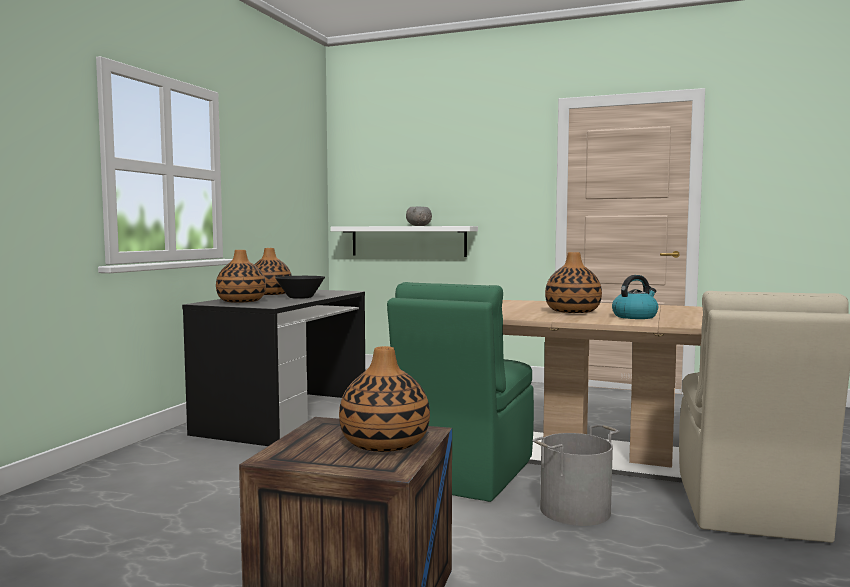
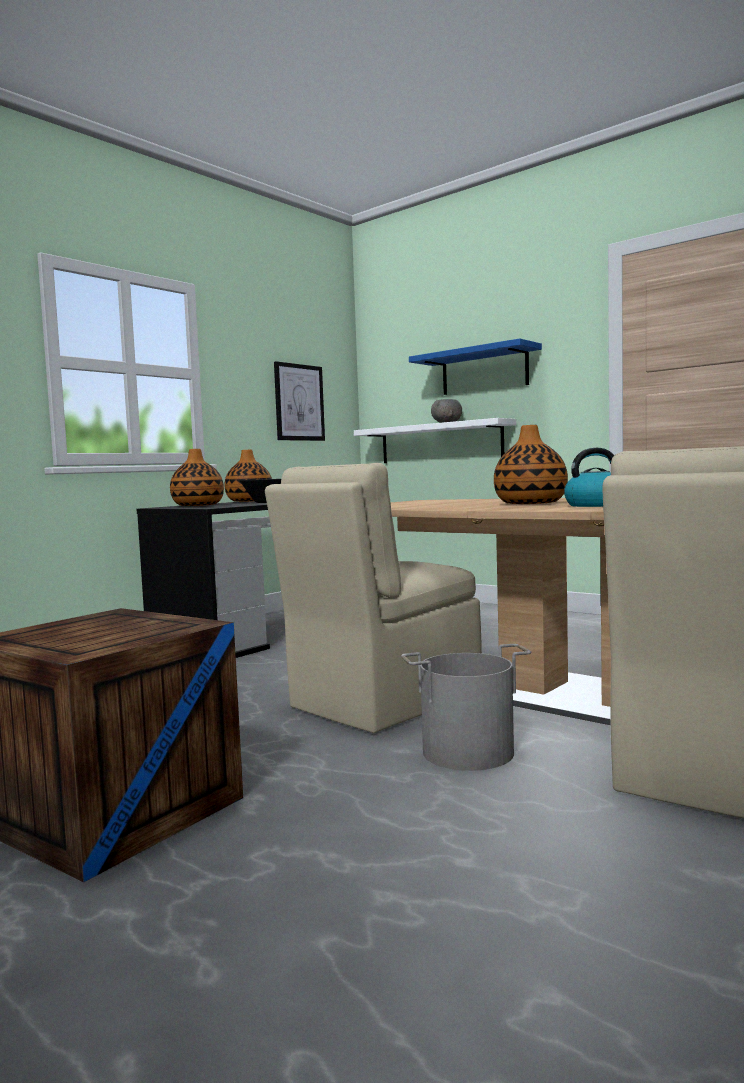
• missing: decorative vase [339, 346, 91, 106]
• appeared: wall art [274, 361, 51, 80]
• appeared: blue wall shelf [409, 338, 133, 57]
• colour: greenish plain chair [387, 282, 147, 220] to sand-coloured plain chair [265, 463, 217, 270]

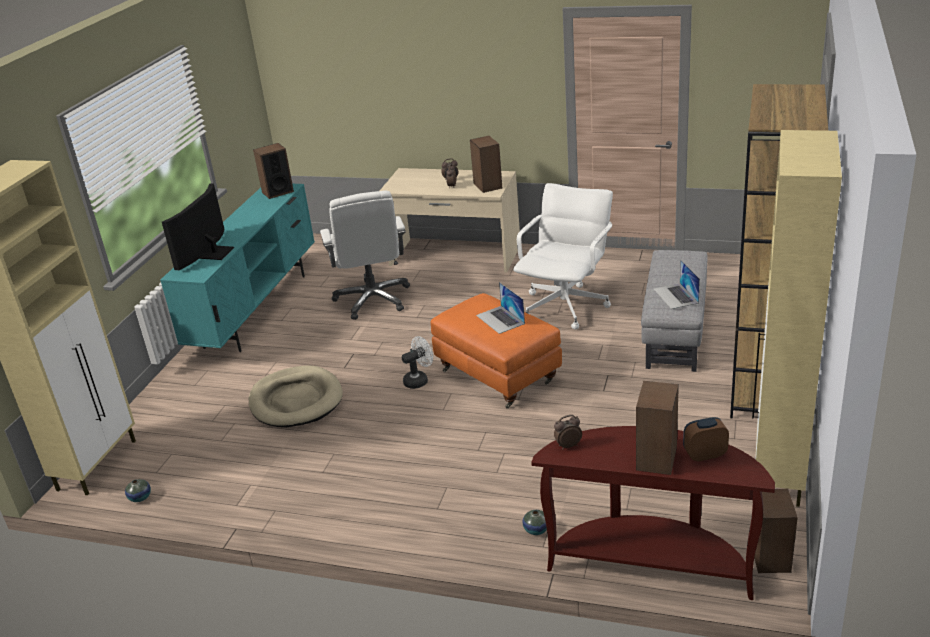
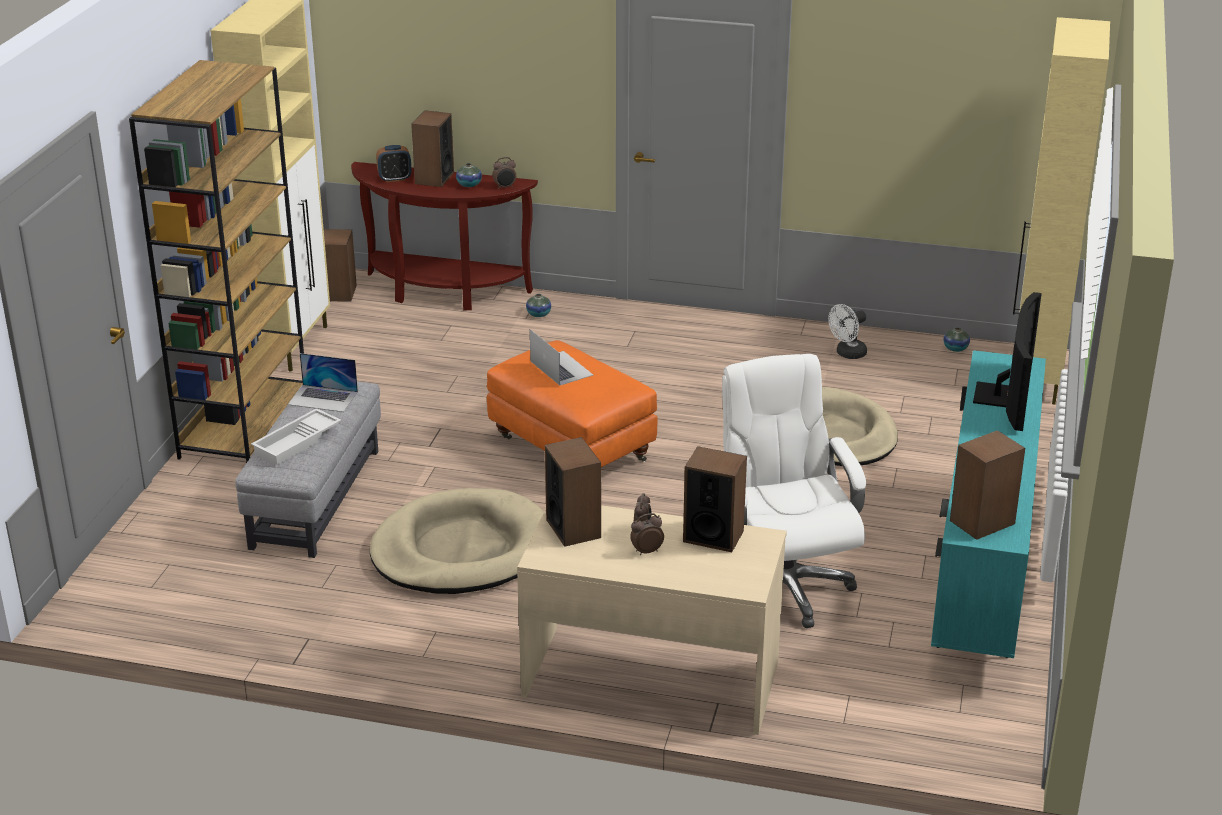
• appeared: white carrying tray [251, 408, 90, 57]
• appeared: decorative vase [456, 163, 26, 24]
• appeared: audio speaker [683, 446, 64, 106]
• relocated: white fan [402, 336, 31, 53] to [828, 304, 39, 55]
• exchanged: white desk chair [513, 183, 100, 147] to sand-coloured dog cushion [370, 488, 174, 106]
• spun: portable computer [654, 260, 46, 49] = [288, 353, 70, 59] 120 degrees clockwise

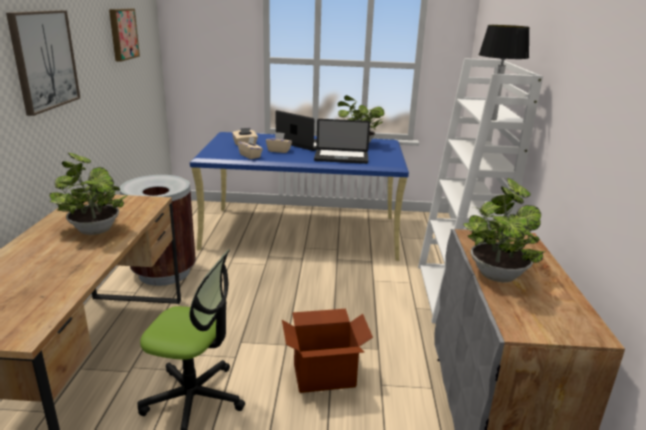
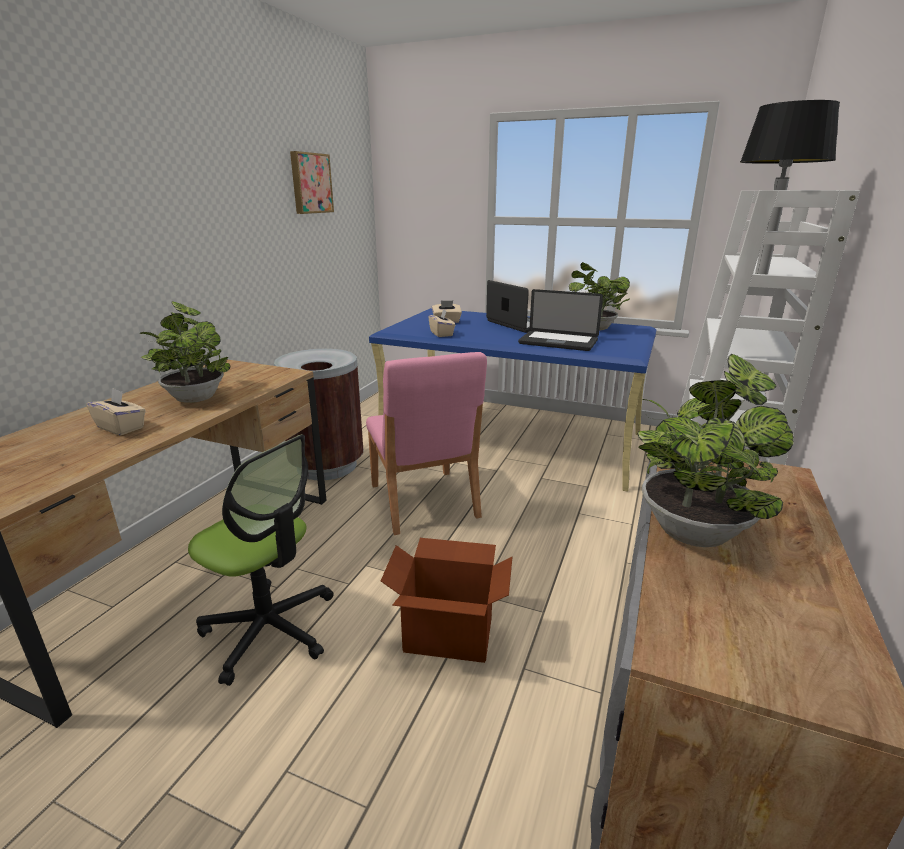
• missing: wall art [6, 10, 74, 106]
• appeared: pinkish plain chair [366, 352, 121, 183]
• relocated: sand-coloured tissue box [266, 132, 26, 21] to [86, 388, 60, 47]

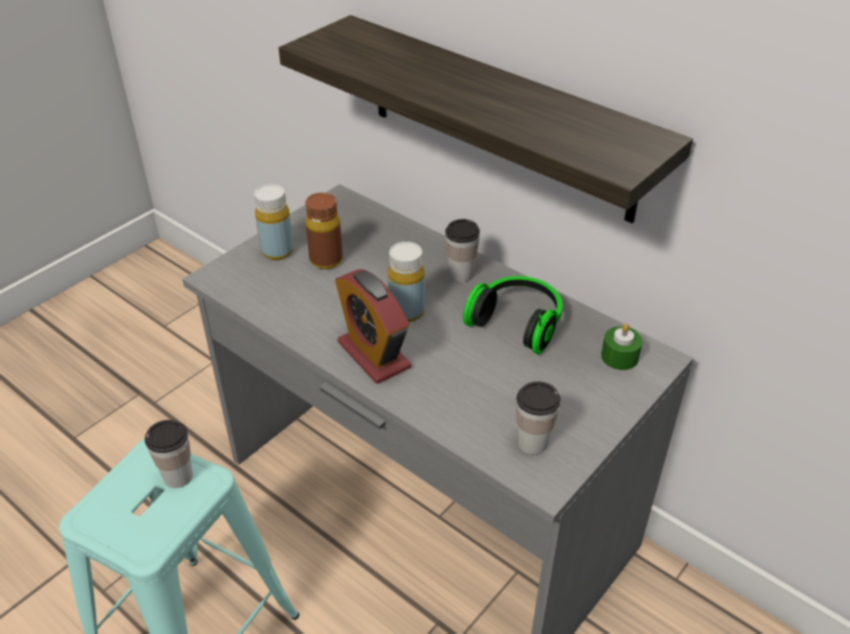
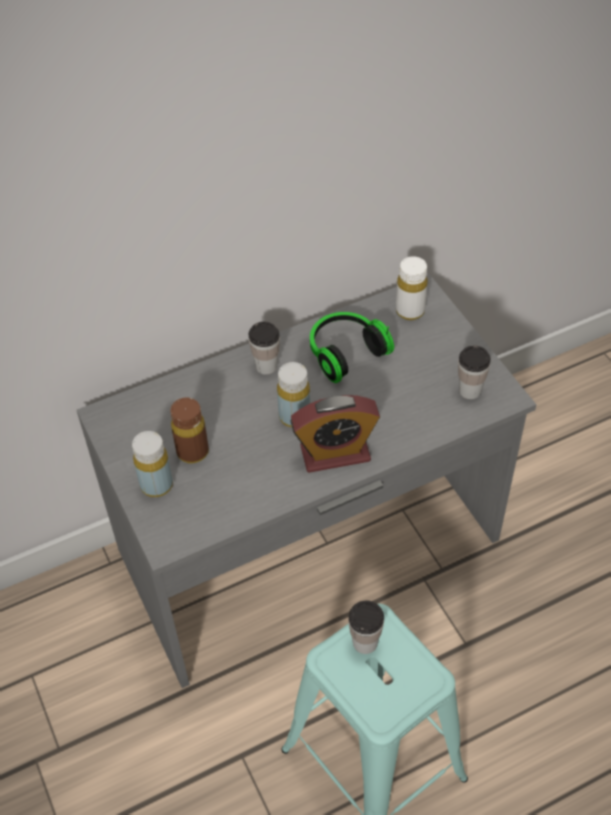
• missing: wall shelf [279, 15, 414, 208]
• exchanged: greenish candle [601, 323, 42, 47] to white bottle [396, 256, 32, 64]

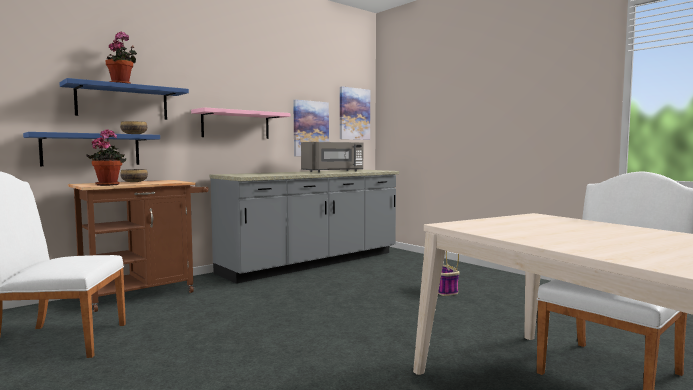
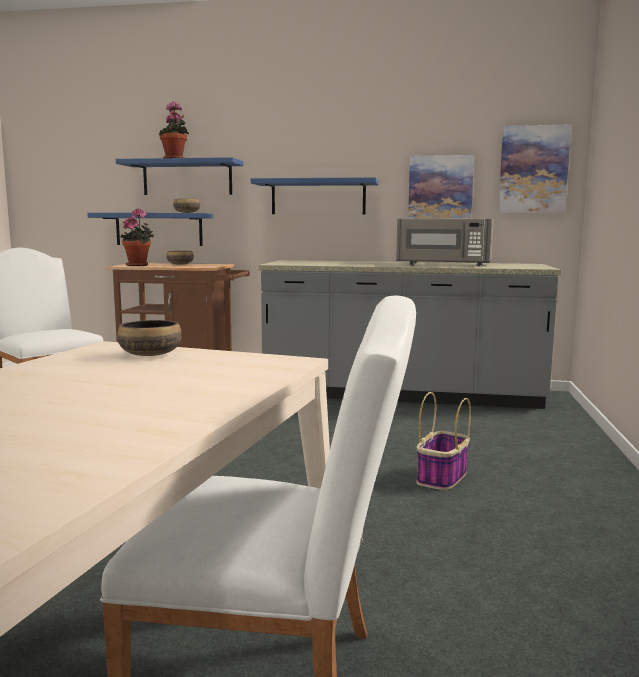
• appeared: deep dish [117, 320, 65, 36]
• colour: pinkish wall shelf [191, 107, 99, 32] to blue wall shelf [251, 177, 128, 38]

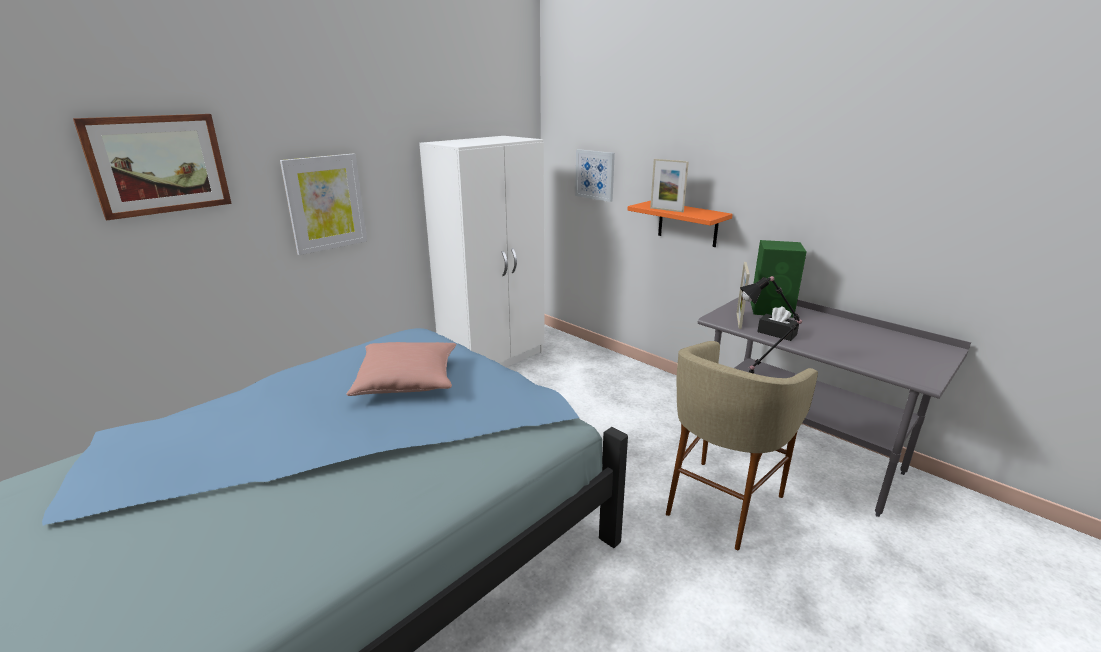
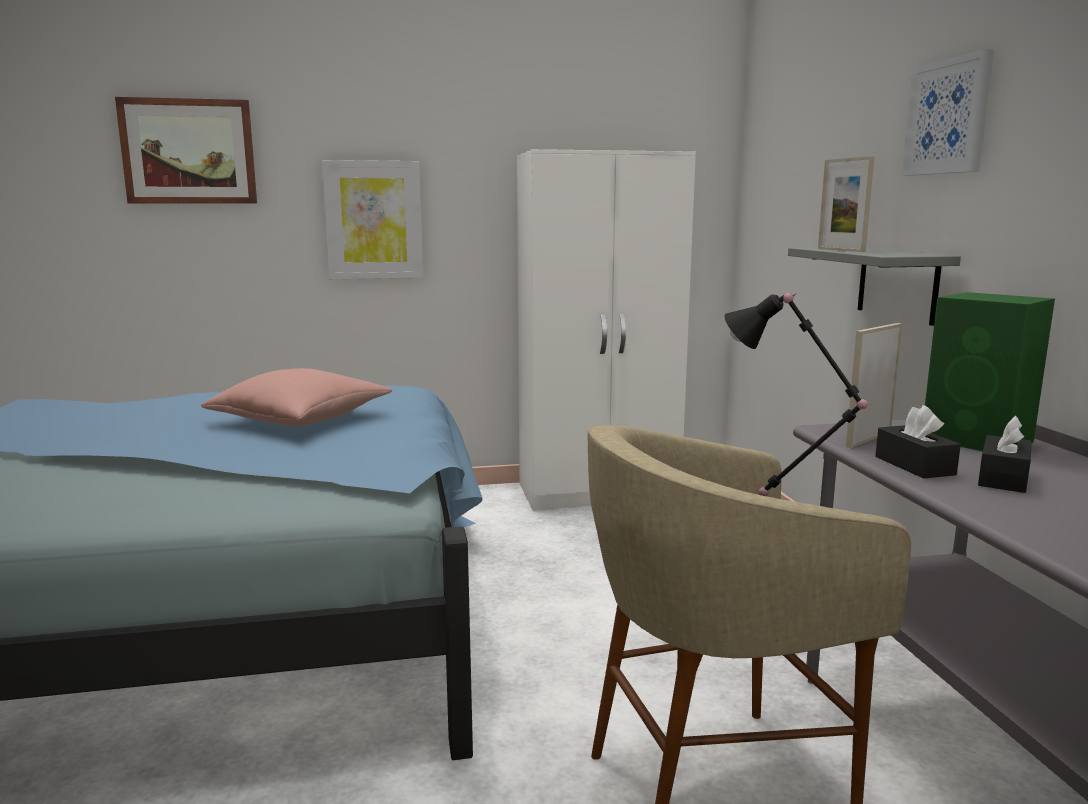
• appeared: blackish tissue box [978, 416, 53, 77]
• relocated: wall art [575, 149, 40, 53] to [901, 49, 93, 127]
• colour: orange-coloured wall shelf [628, 201, 105, 46] to grey wall shelf [788, 247, 173, 79]

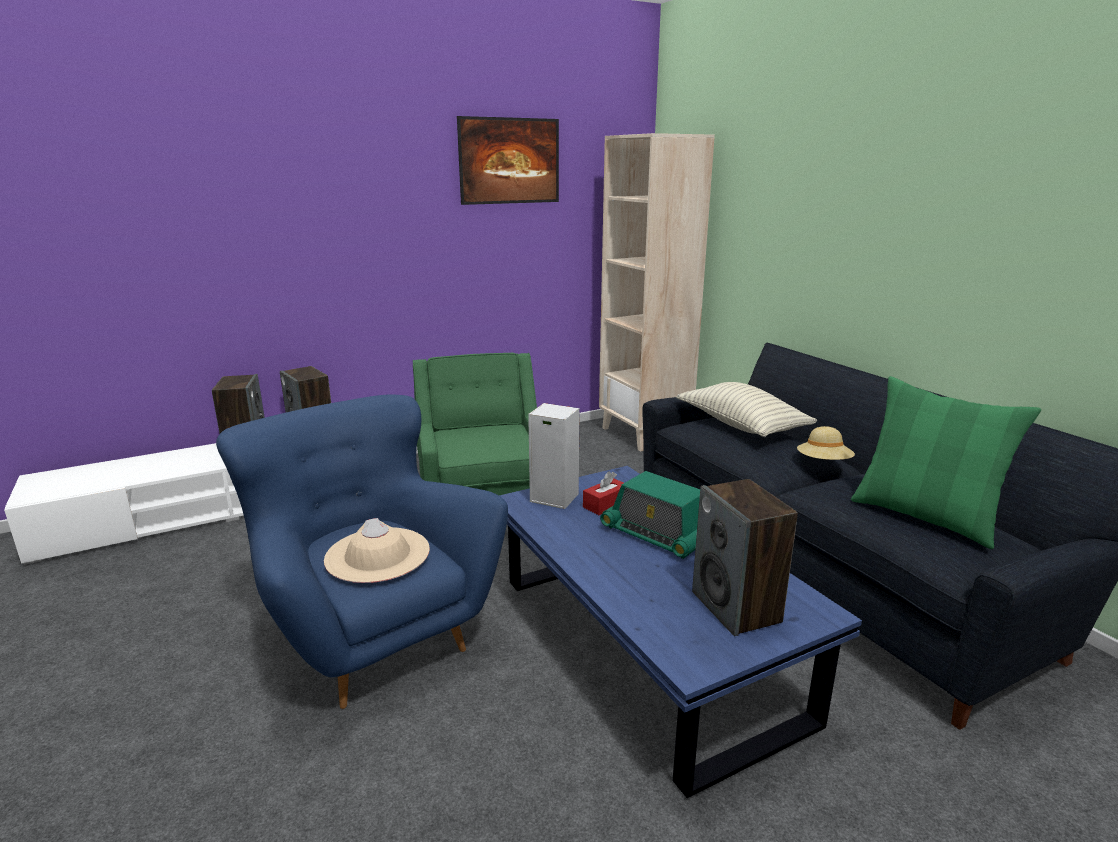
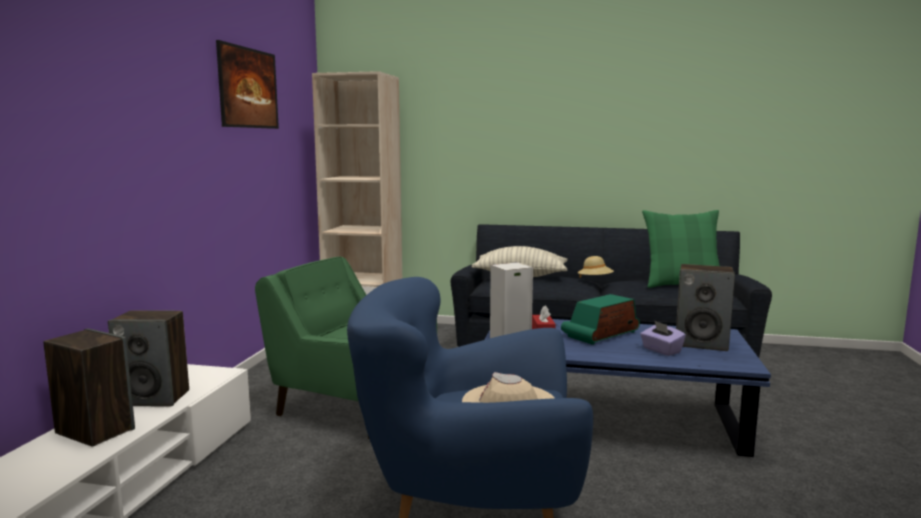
• appeared: purple tissue box [640, 321, 46, 35]
• spun: radio [600, 471, 100, 88] = [561, 294, 79, 51] 150 degrees clockwise

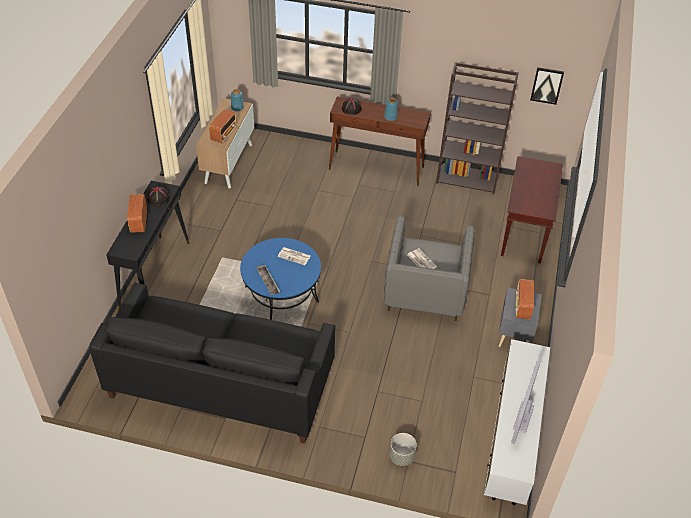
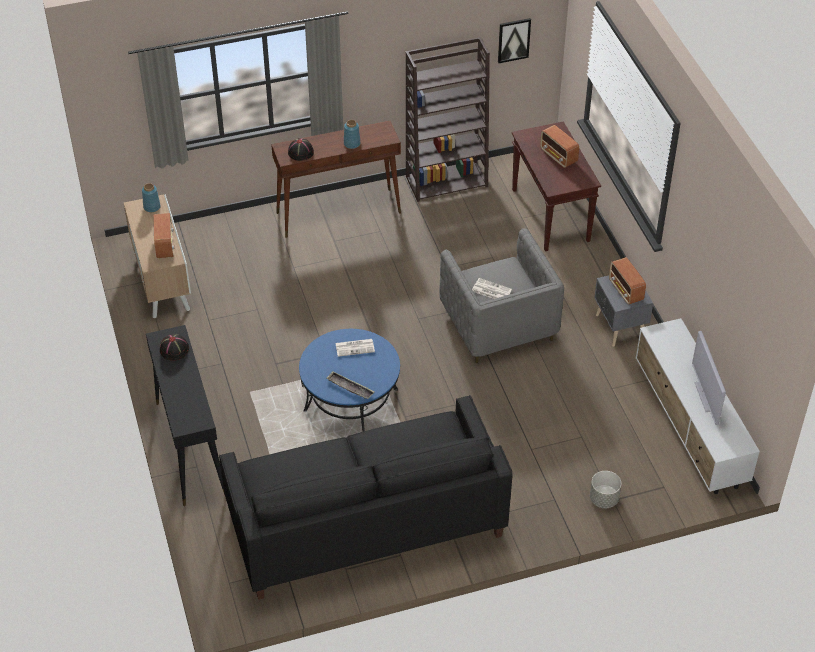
• relocated: radio [127, 194, 20, 39] to [540, 125, 39, 43]

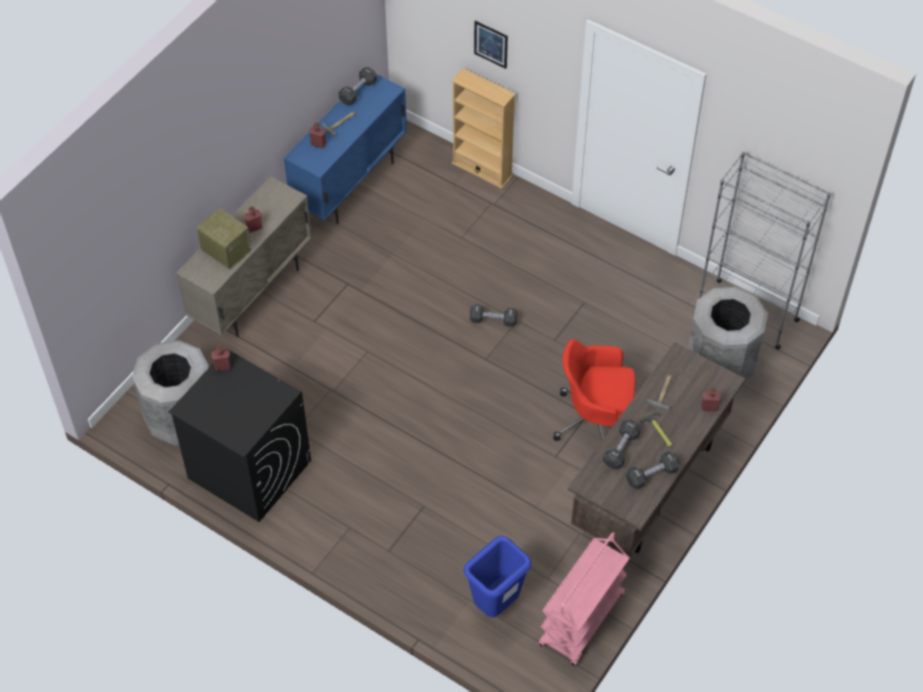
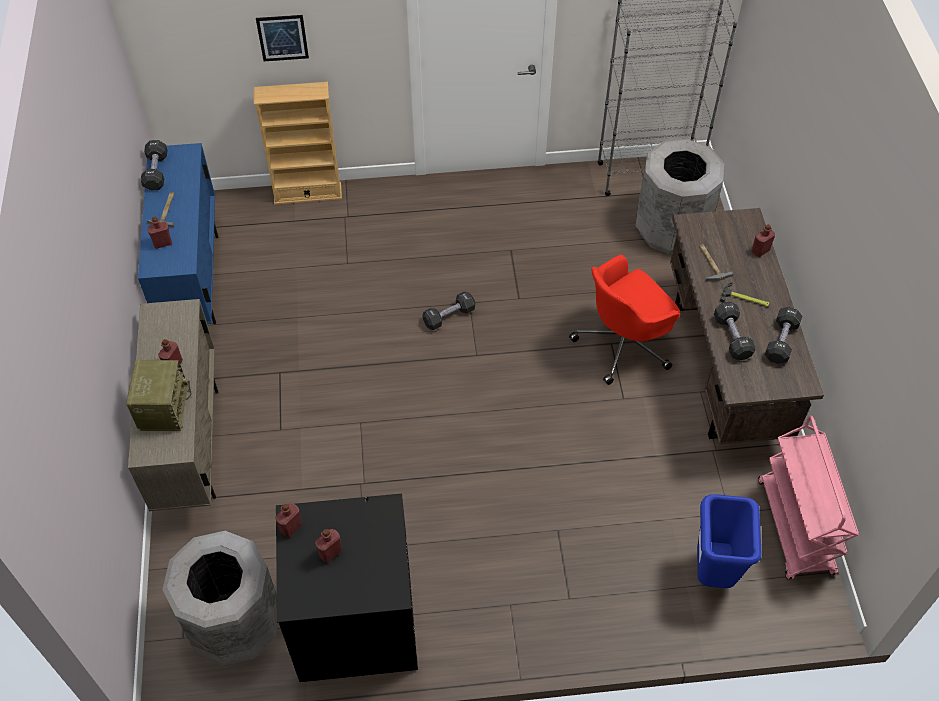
• appeared: red-coloured bottle [315, 529, 27, 34]
• spun: radio [197, 208, 55, 62] = [126, 360, 66, 71] 90 degrees clockwise

